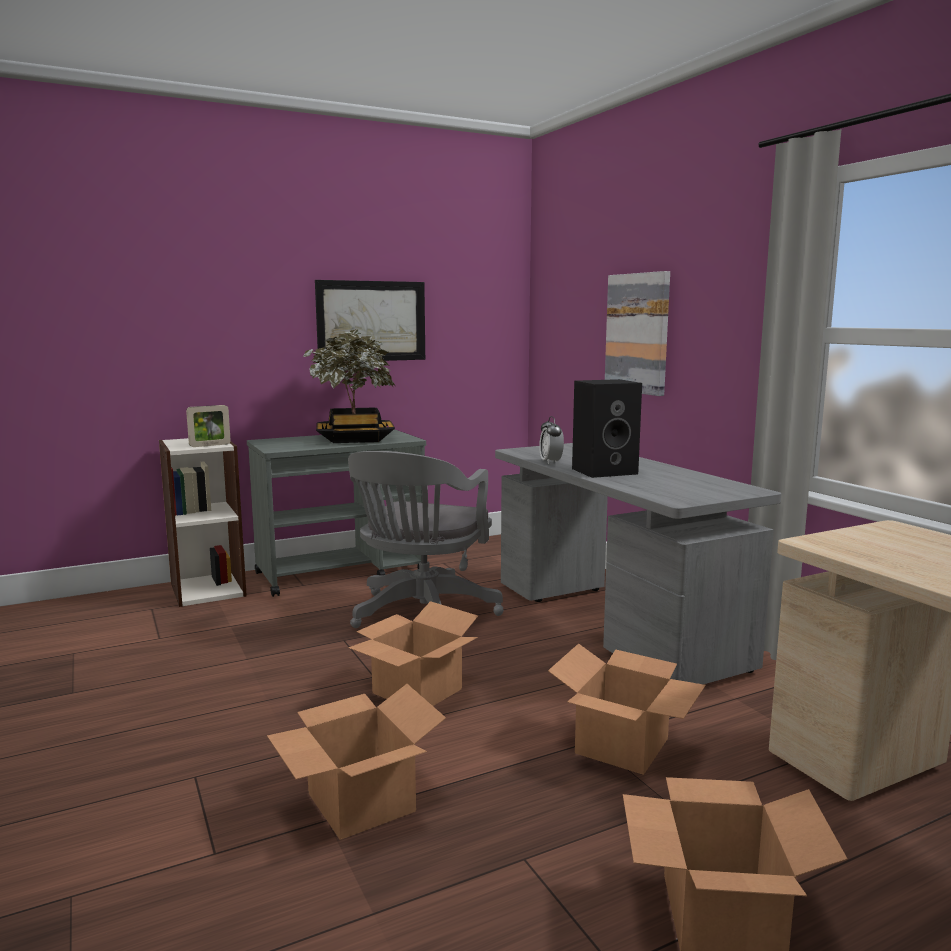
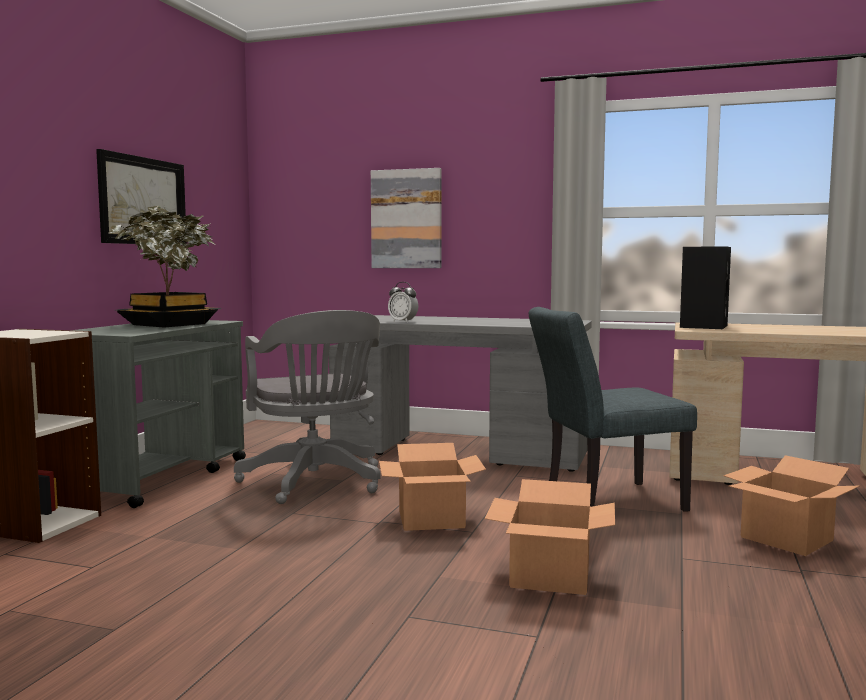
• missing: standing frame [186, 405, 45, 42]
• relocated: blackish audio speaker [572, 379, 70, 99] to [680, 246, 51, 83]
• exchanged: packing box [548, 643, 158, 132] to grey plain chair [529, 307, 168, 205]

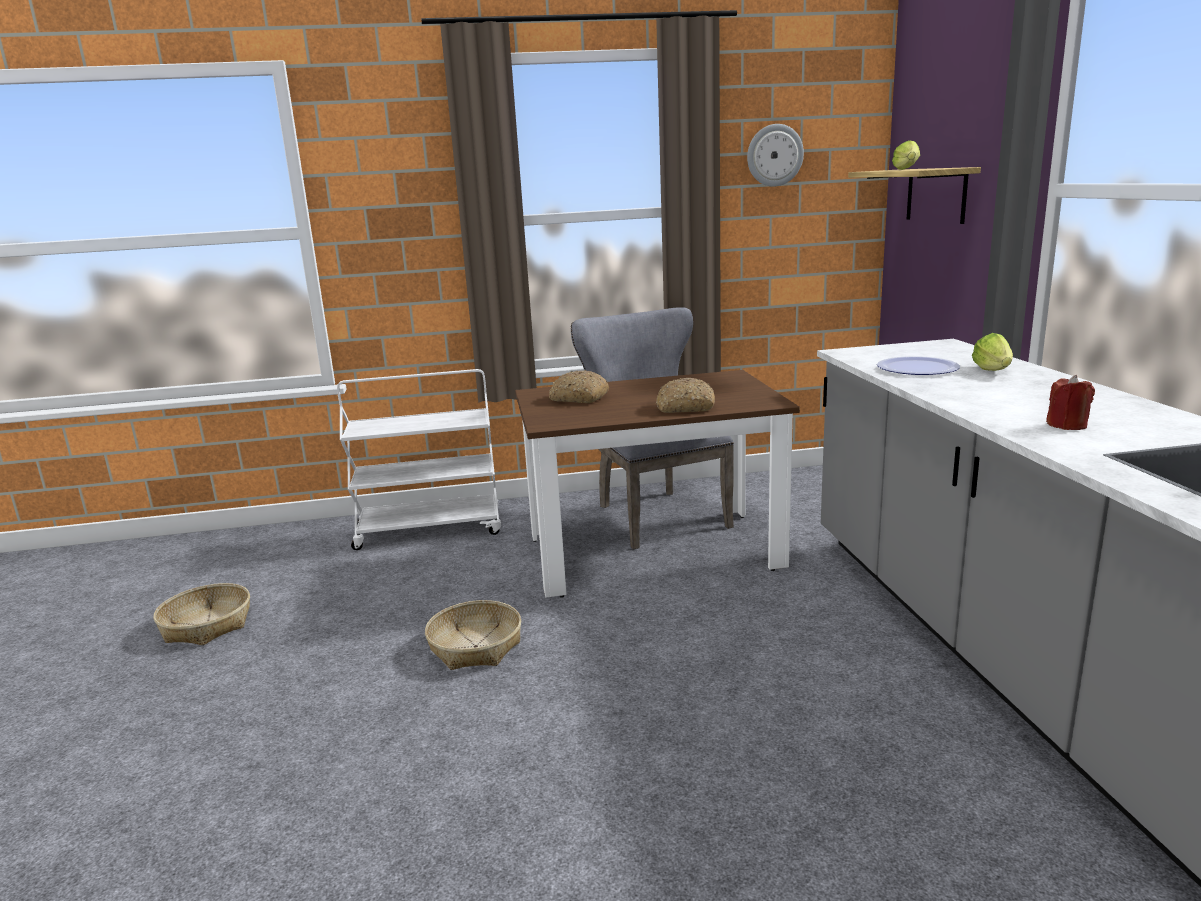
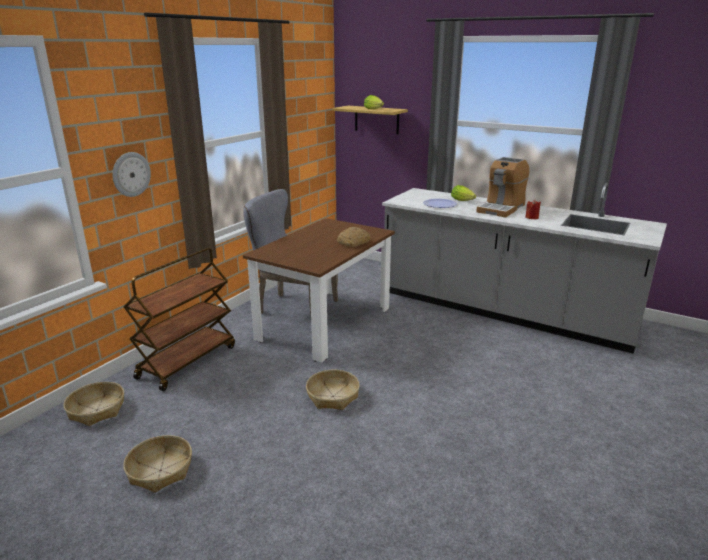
• missing: bread [549, 371, 60, 32]
• appeared: basket [63, 382, 61, 44]
• appeared: coffee brewer [476, 157, 53, 61]
• relocated: hanging clock [747, 124, 57, 63] to [112, 152, 39, 45]
• colour: white wheeled cart [337, 369, 164, 181] to brown-coloured wheeled cart [124, 248, 111, 143]

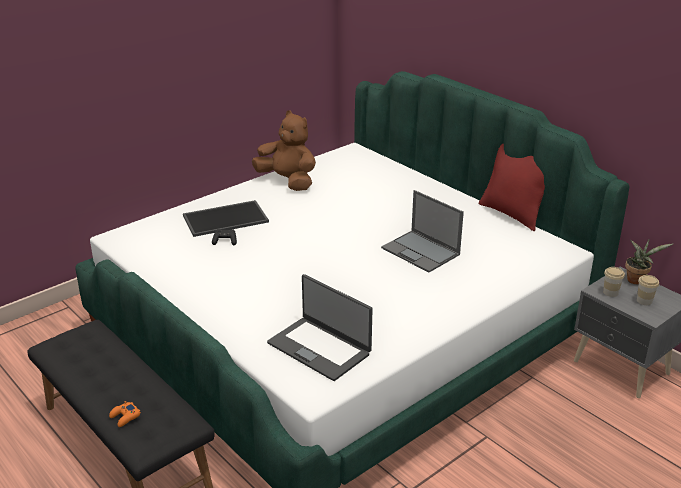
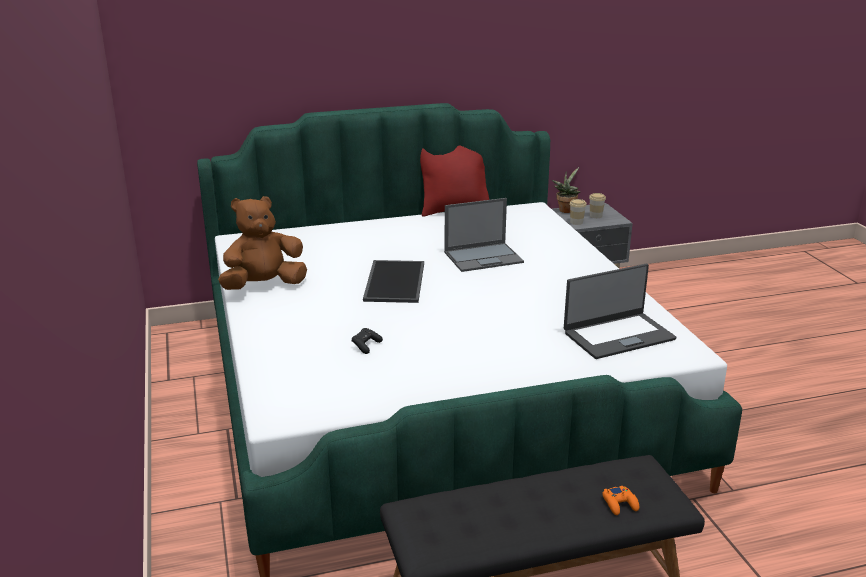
• relocated: carrying tray [183, 200, 86, 37] to [363, 260, 61, 43]

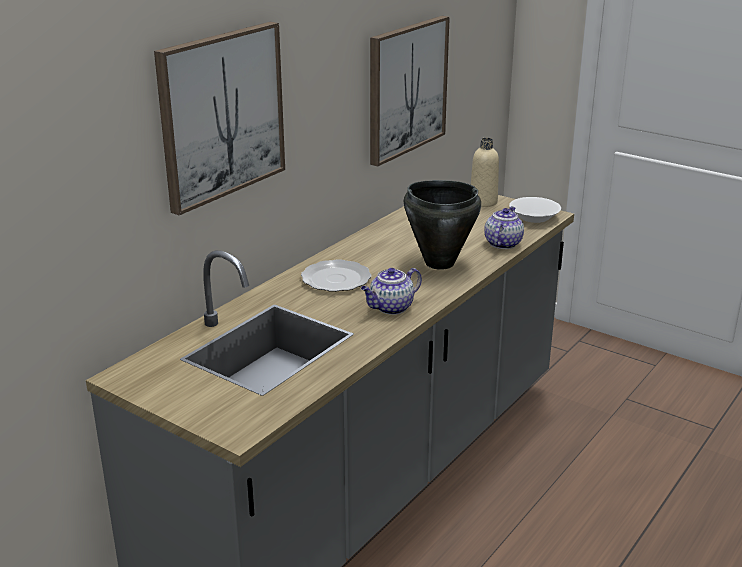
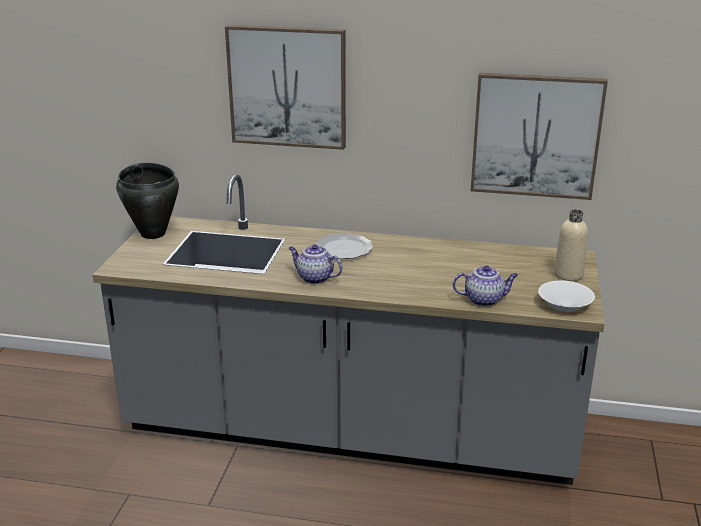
• relocated: blackish stockpot [404, 180, 77, 90] to [116, 163, 63, 76]

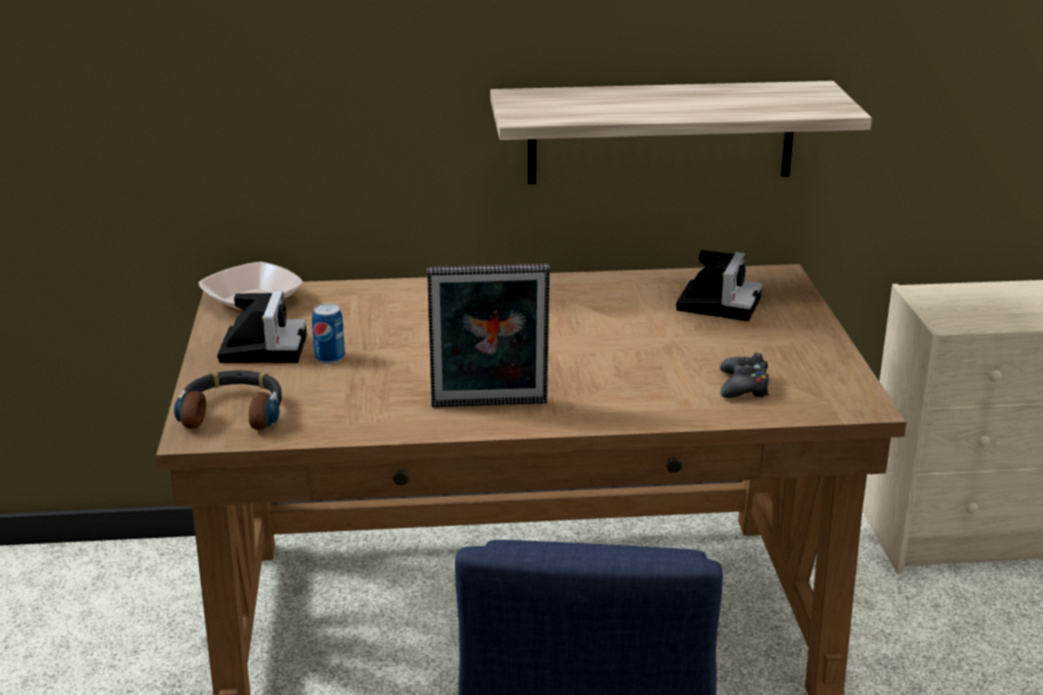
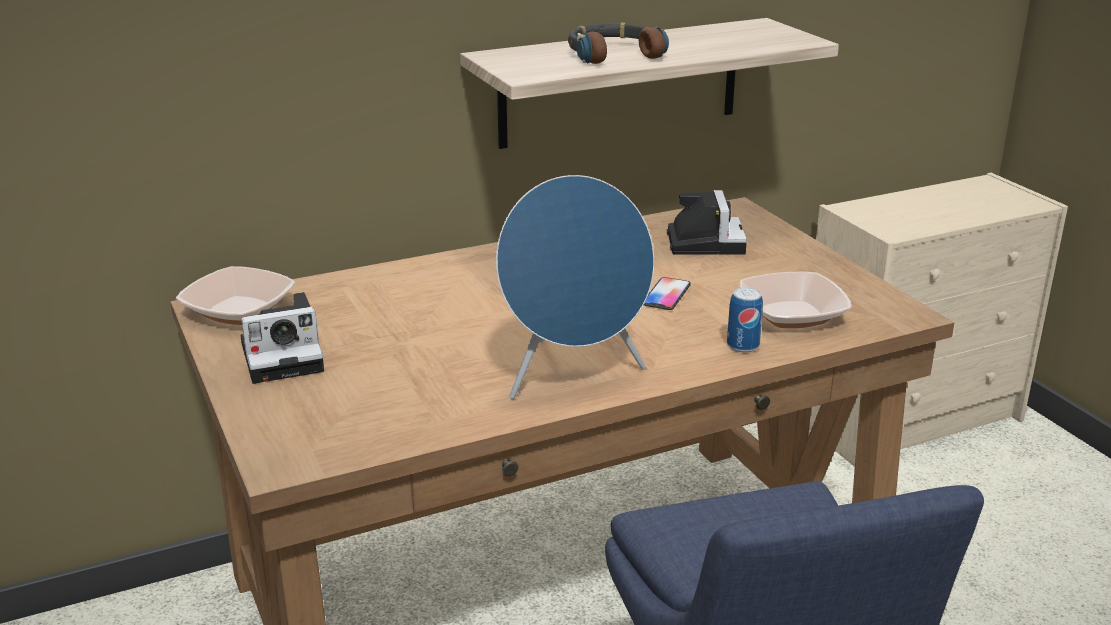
• appeared: telephone [644, 277, 47, 33]
• relocated: headset [174, 370, 108, 60] to [568, 23, 101, 41]
• relocated: sealed can [312, 304, 33, 60] to [727, 287, 36, 65]
• exchanged: standing frame [427, 264, 123, 143] to blue audio speaker [496, 175, 158, 224]
• exchanged: blackish game controller [720, 353, 49, 45] to deep dish [740, 272, 111, 56]
• spun: photo camera [217, 291, 90, 72] = [241, 292, 83, 92] 90 degrees clockwise

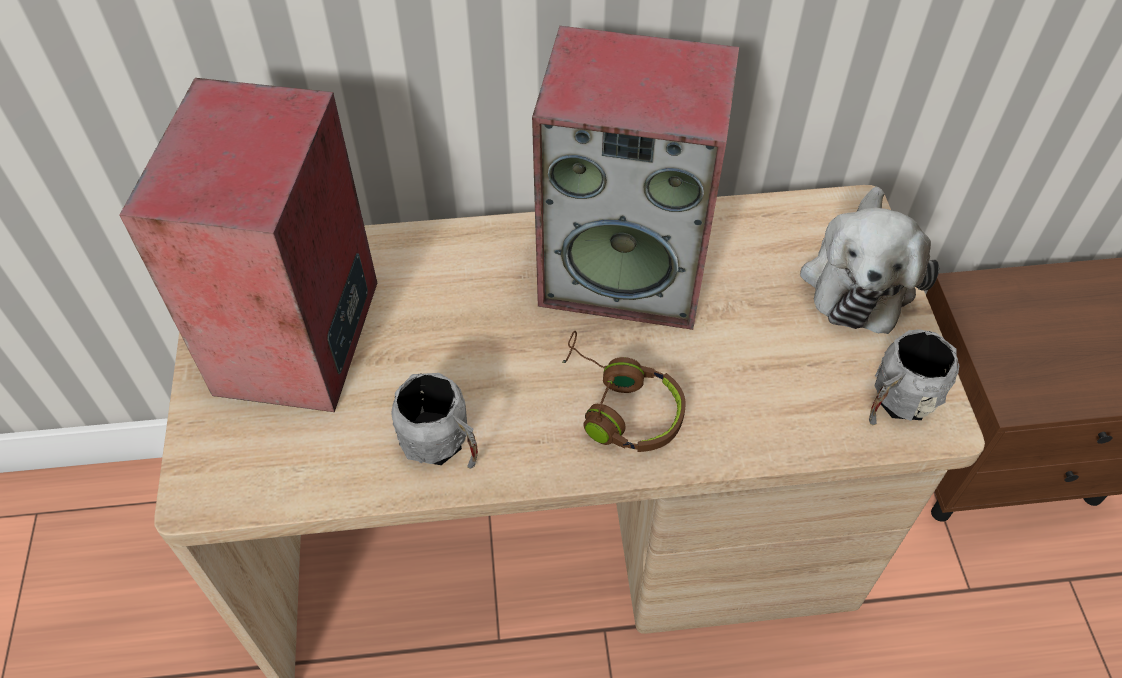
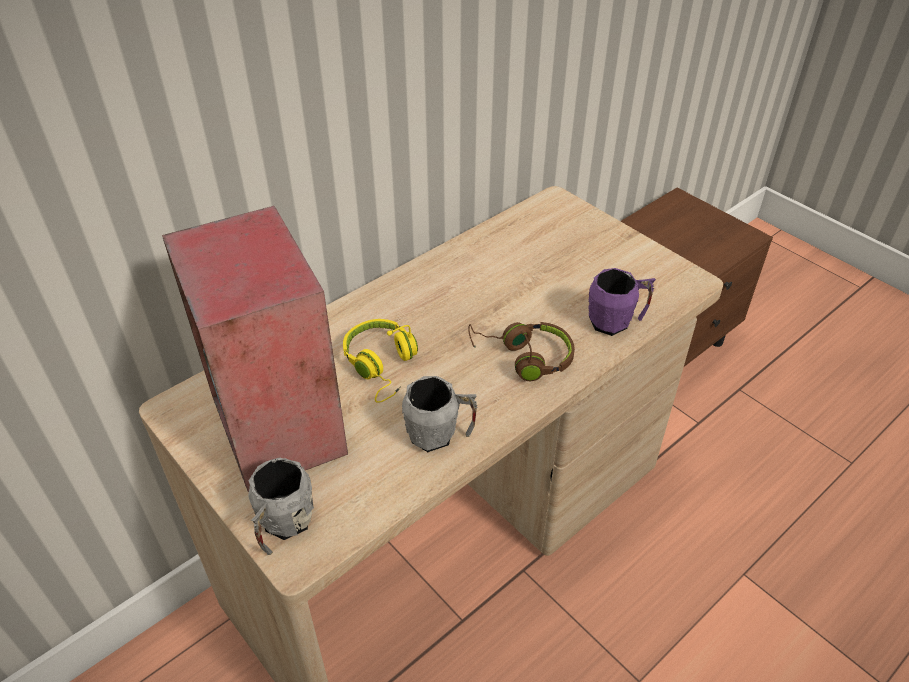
• missing: audio speaker [532, 26, 207, 304]
• missing: cuddly toy [800, 187, 139, 147]
• appeared: yellowish headset [343, 319, 75, 84]
• appeared: purple mug [588, 268, 68, 68]
• relocated: grey mug [869, 329, 90, 96] to [249, 457, 65, 98]

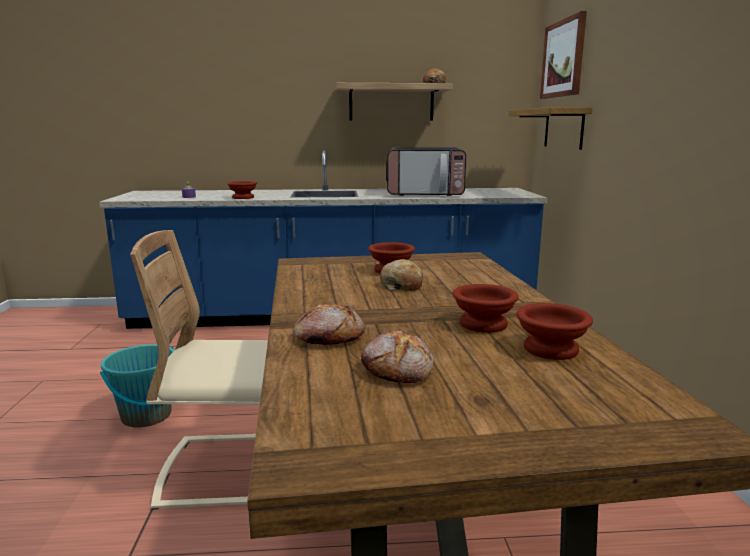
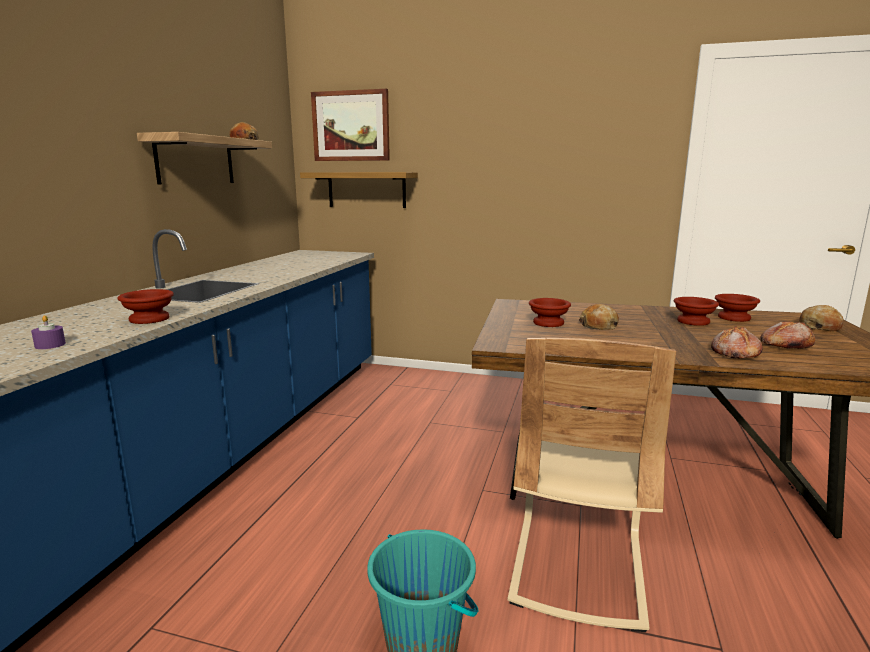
• missing: microwave [386, 147, 81, 49]
• appeared: bread [799, 305, 44, 26]

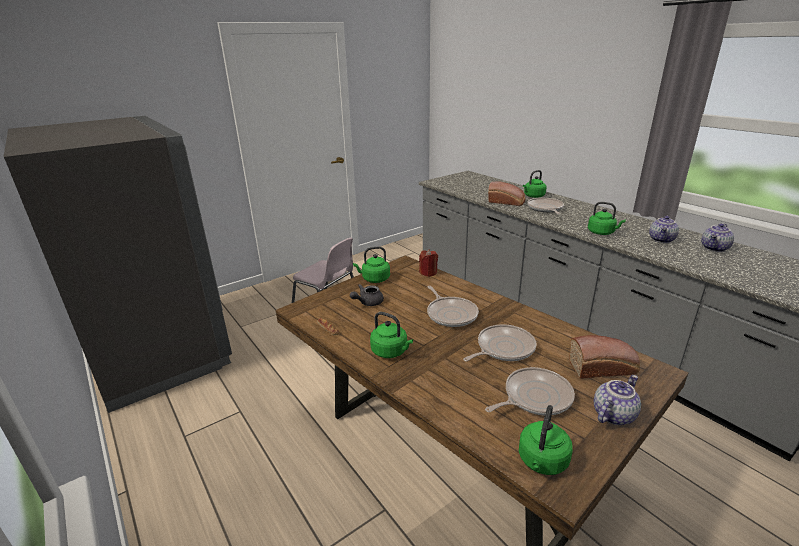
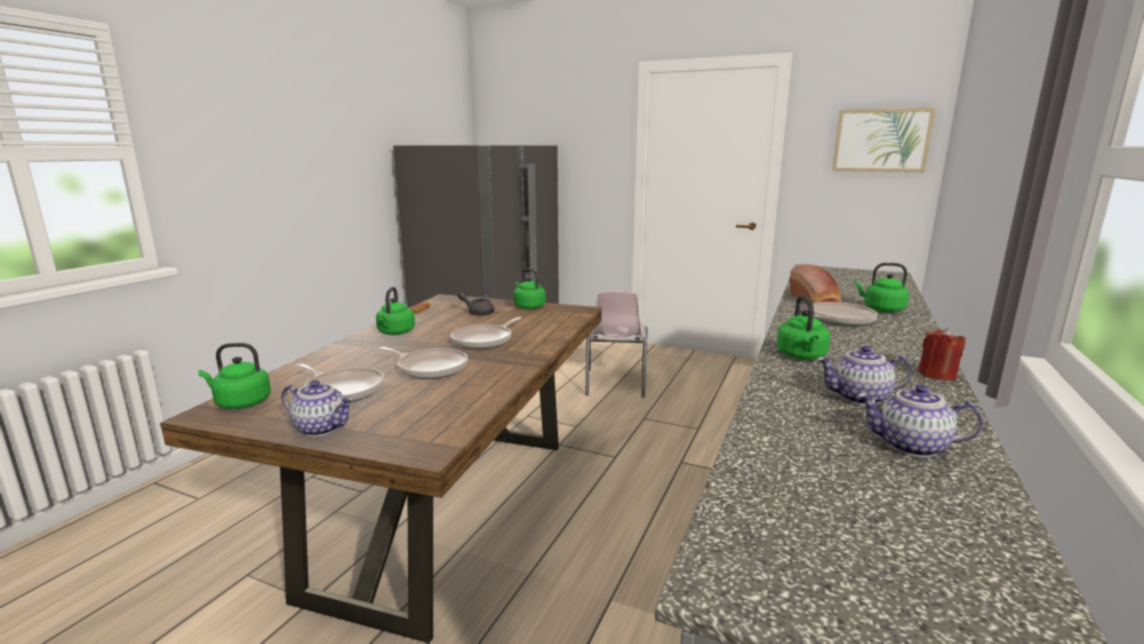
• missing: bread [569, 335, 71, 44]
• appeared: wall art [832, 108, 104, 64]
• relocated: red-coloured candle [419, 249, 19, 28] to [918, 328, 48, 53]

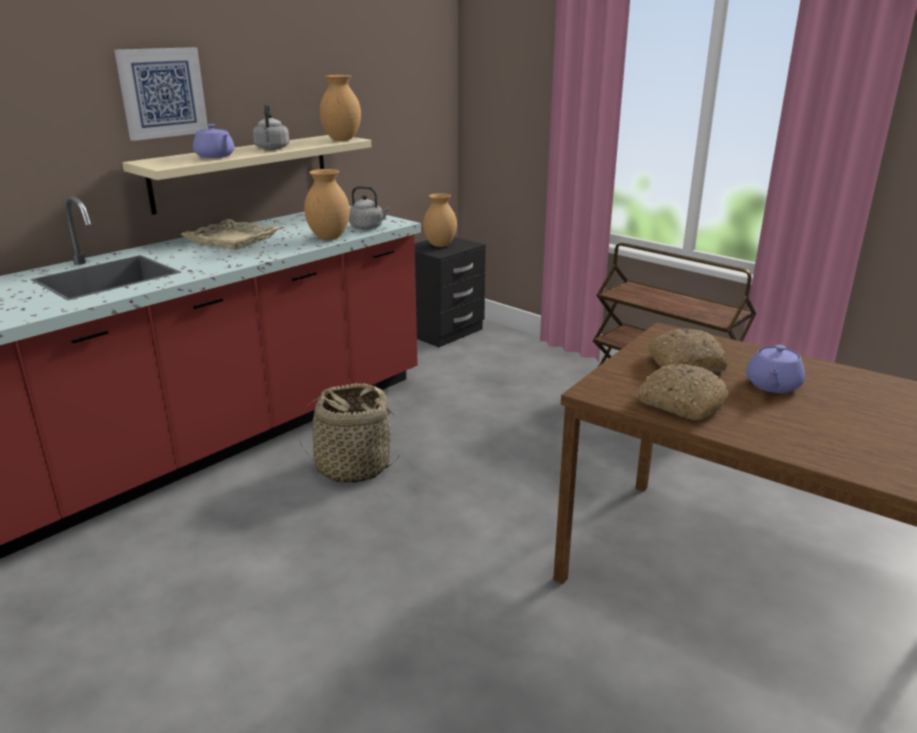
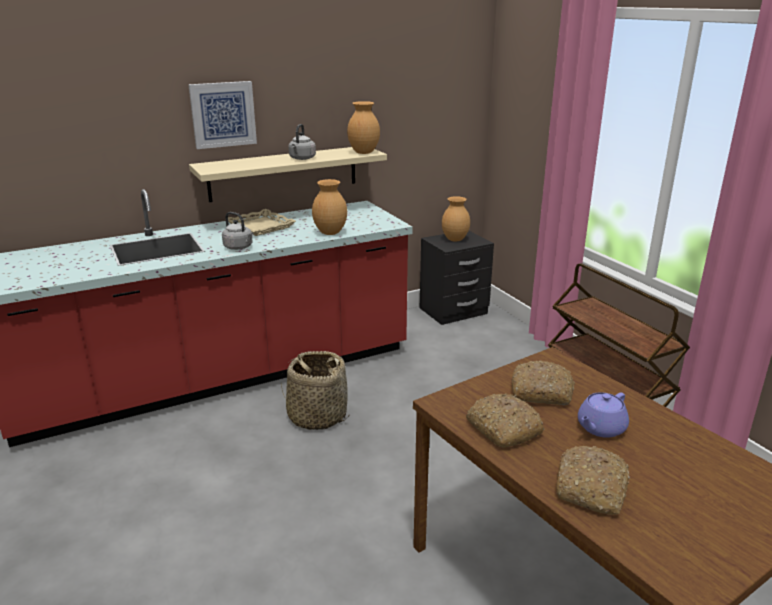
• missing: purple teapot [193, 124, 42, 34]
• appeared: bread [557, 446, 73, 69]
• relocated: grey tea kettle [349, 186, 41, 44] to [222, 212, 32, 38]

